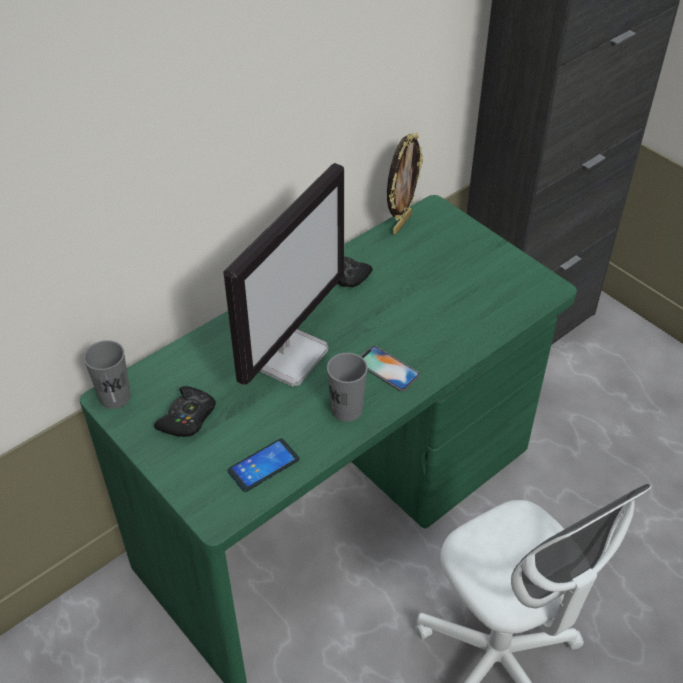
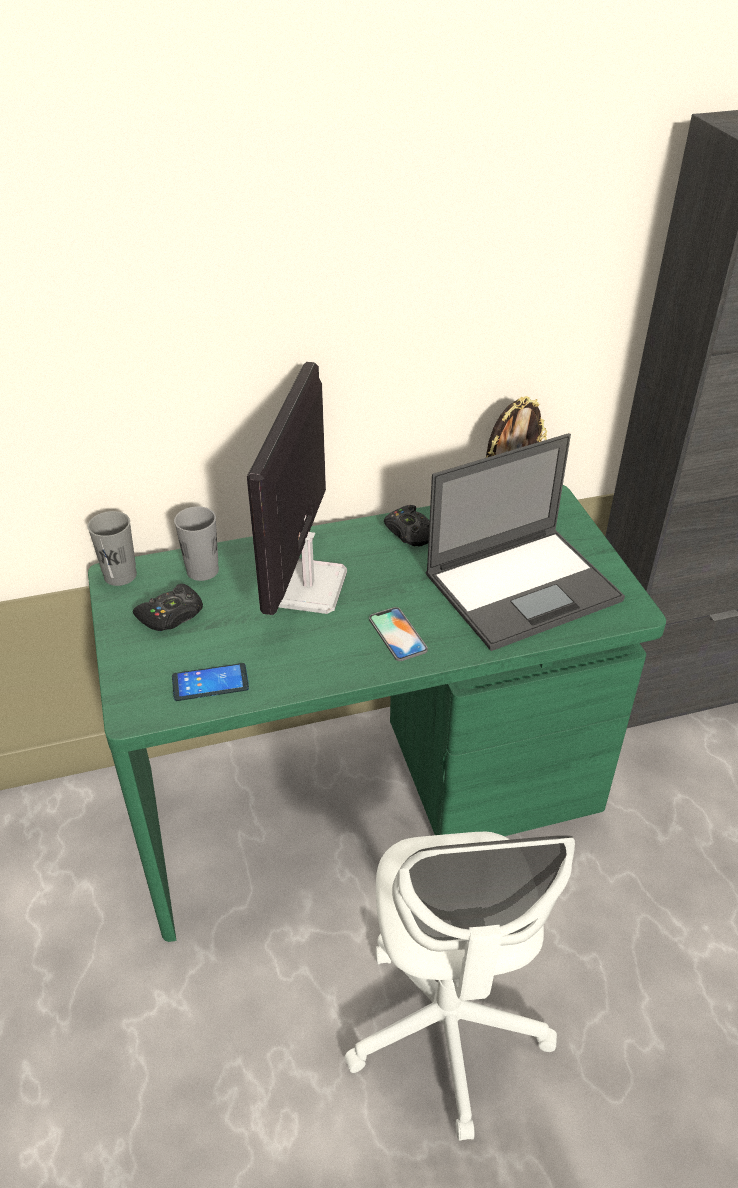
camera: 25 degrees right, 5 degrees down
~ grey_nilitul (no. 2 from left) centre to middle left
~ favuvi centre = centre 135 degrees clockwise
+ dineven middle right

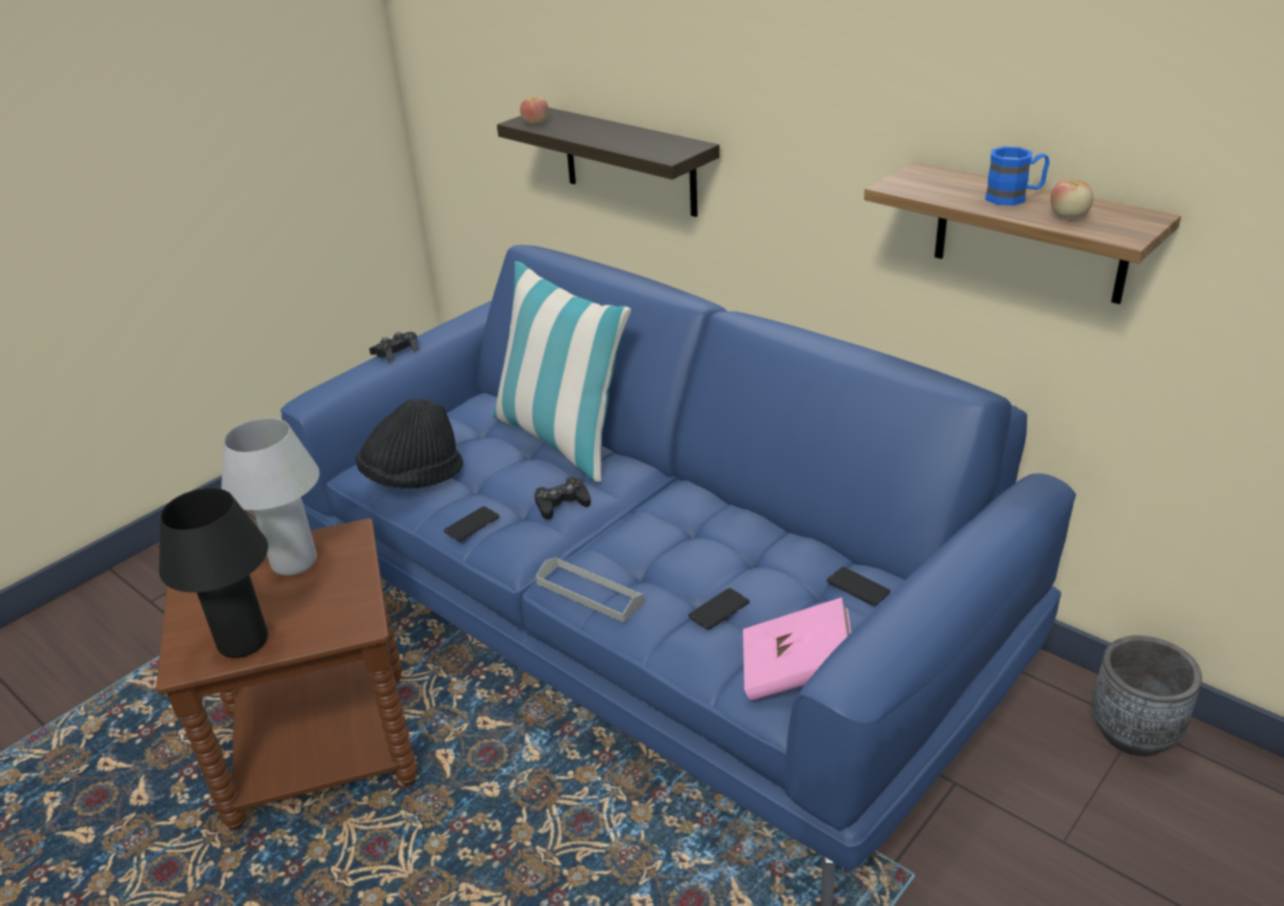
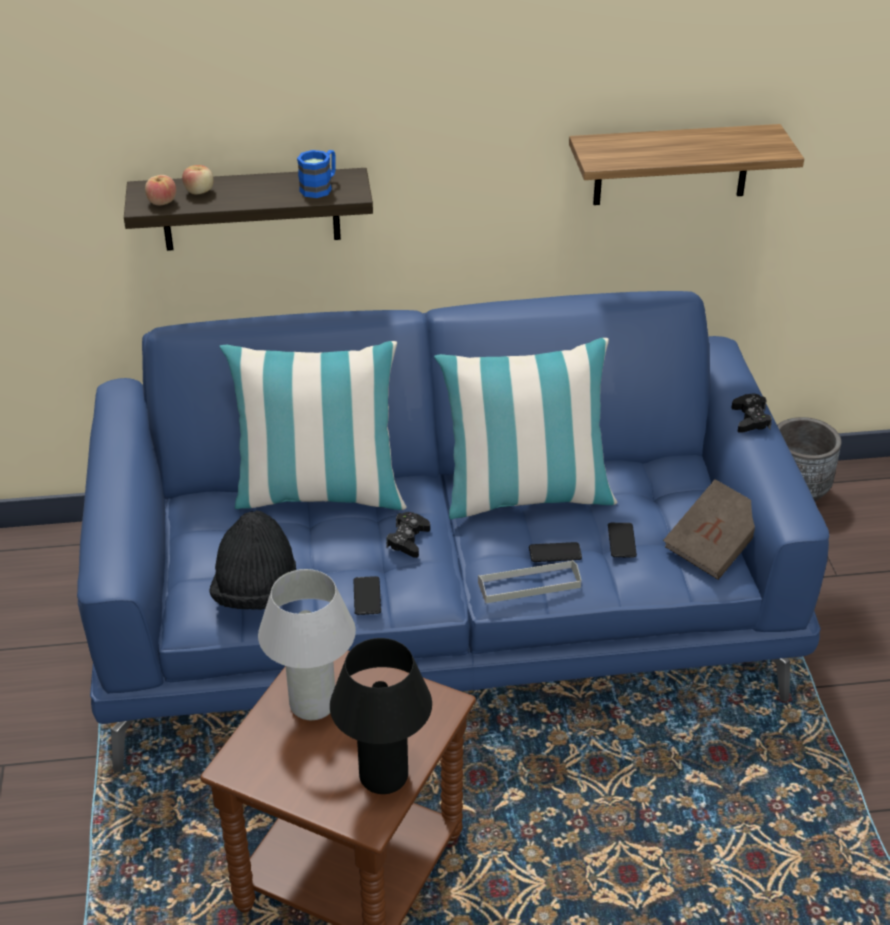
camera: 50 degrees left, 5 degrees up
~ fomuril (no. 2 from left) top right to top left
~ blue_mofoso top right to top centre
+ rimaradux (no. 2 from left) centre
~ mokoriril (no. 3 from left in the first image) middle right to mokoriril (no. 2 from left) centre
~ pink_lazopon bottom centre to brown_lazopon middle right
~ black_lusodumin (no. 1 from left in the first image) middle left to black_lusodumin (no. 2 from left) middle right

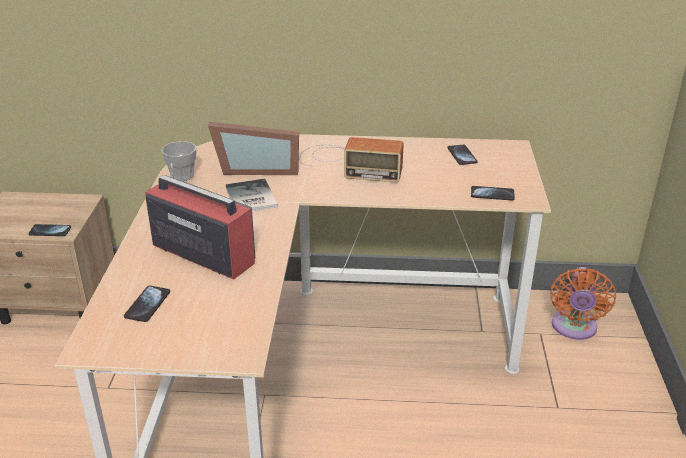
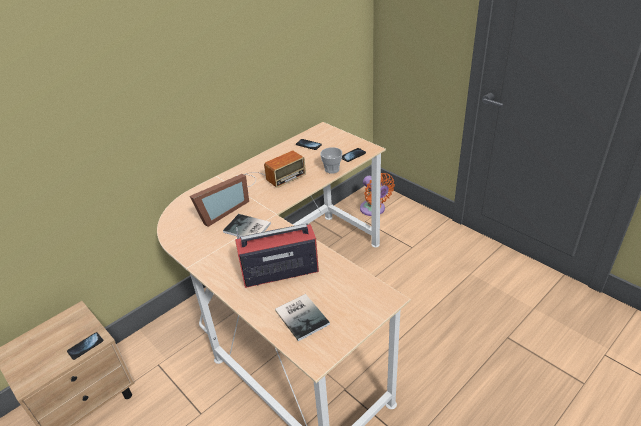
camera: 45 degrees left, 5 degrees up
~ mokoriril (no. 2 from left) middle left to lazopon (no. 2 from left) bottom centre
~ nilitul middle left to centre

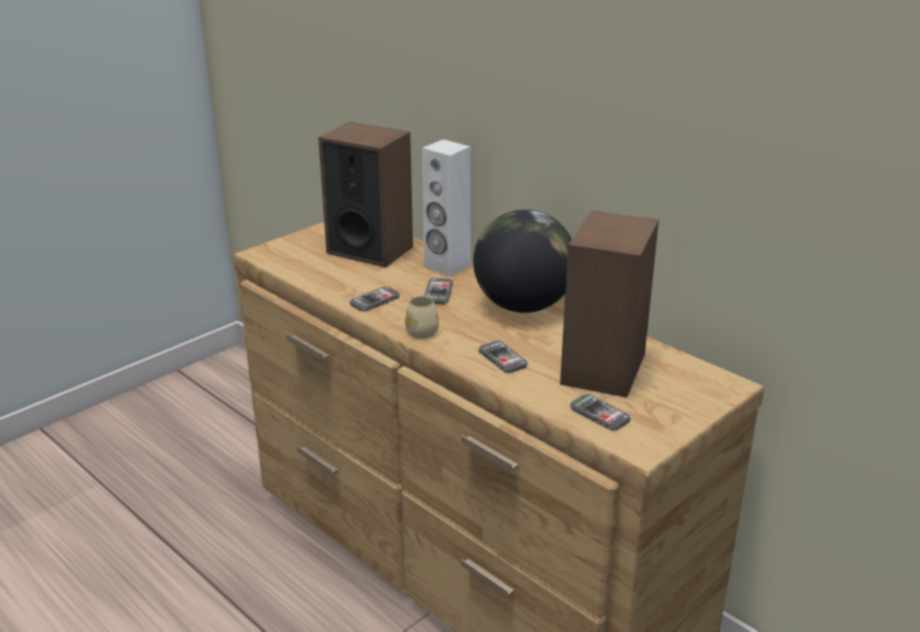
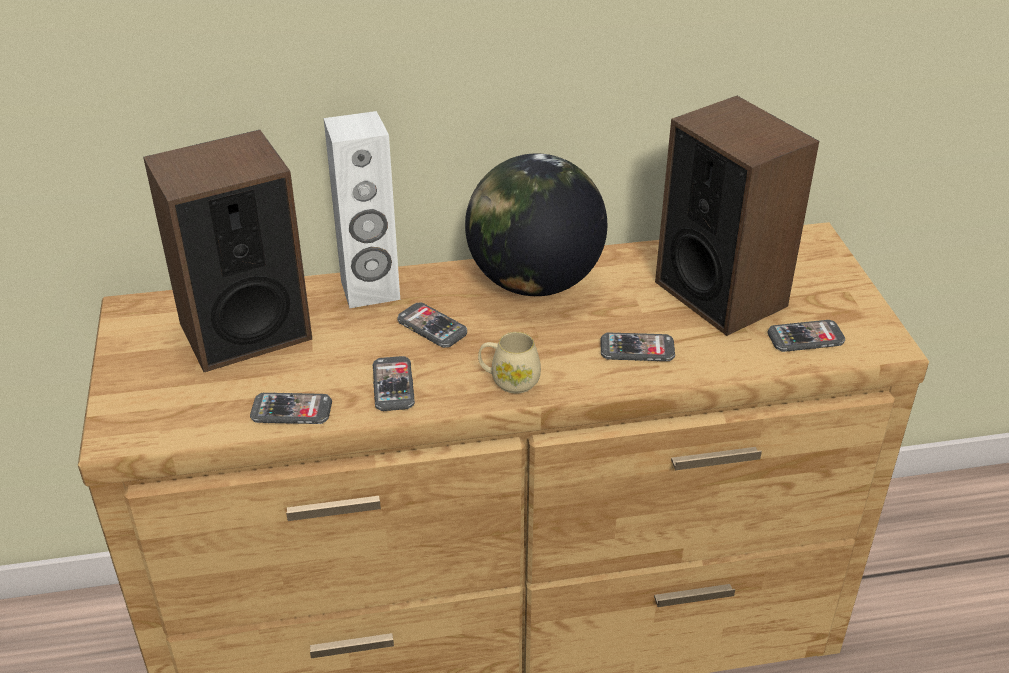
camera: 55 degrees left, 10 degrees up
+ mokoriril (no. 1 from left) middle left

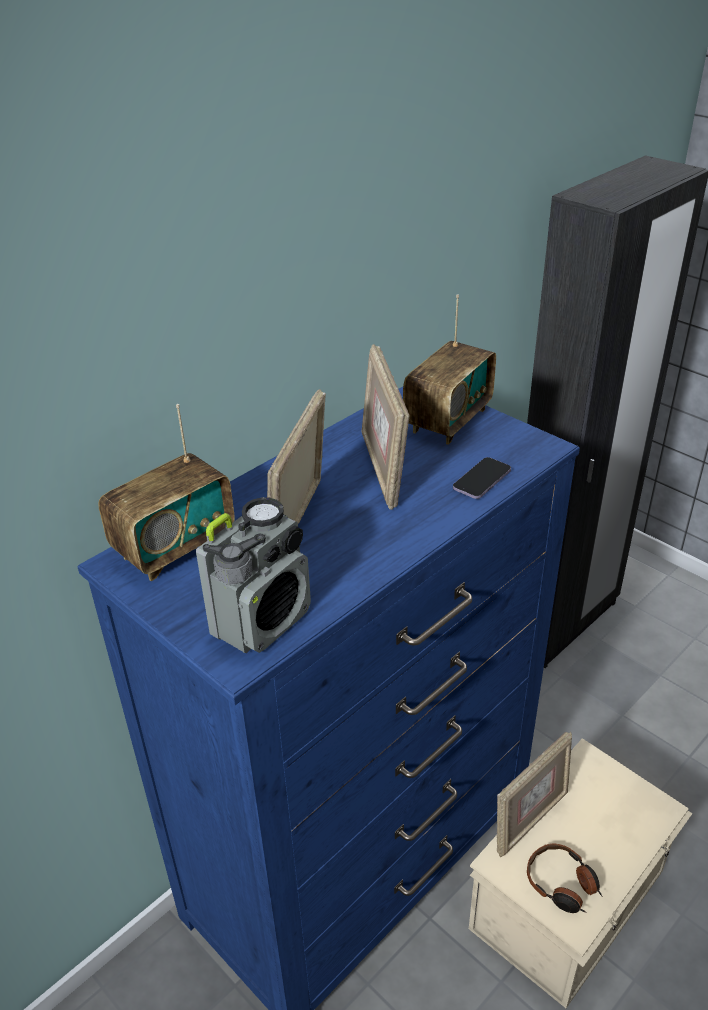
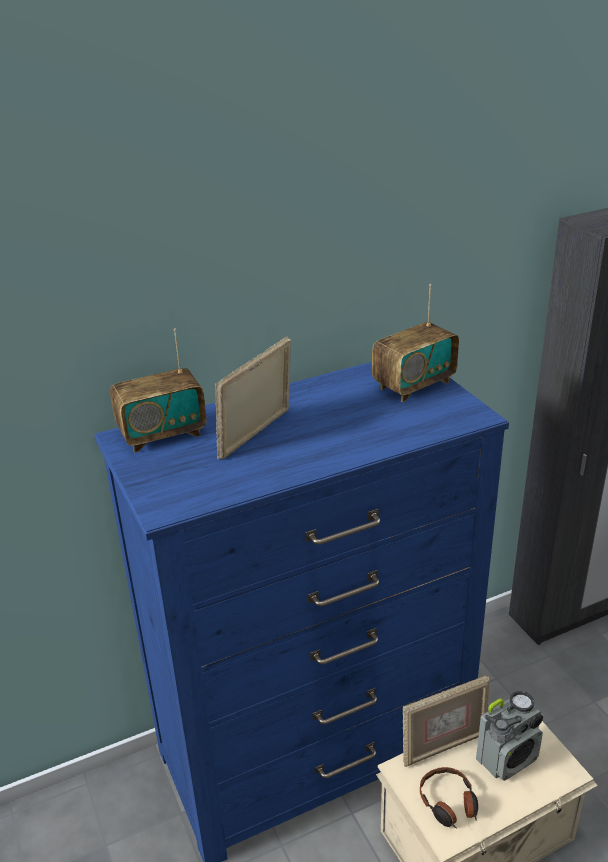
camera: 20 degrees right, 5 degrees down
~ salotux (no. 2 from left in the first image) centre to salotux (no. 3 from left) bottom right
- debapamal (no. 2 from left) centre
- mokoriril middle right

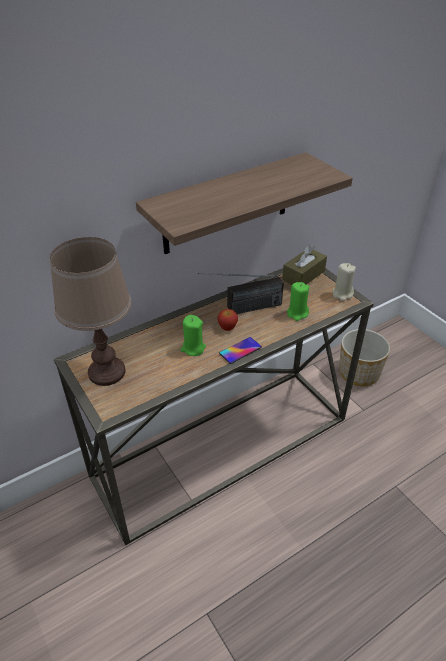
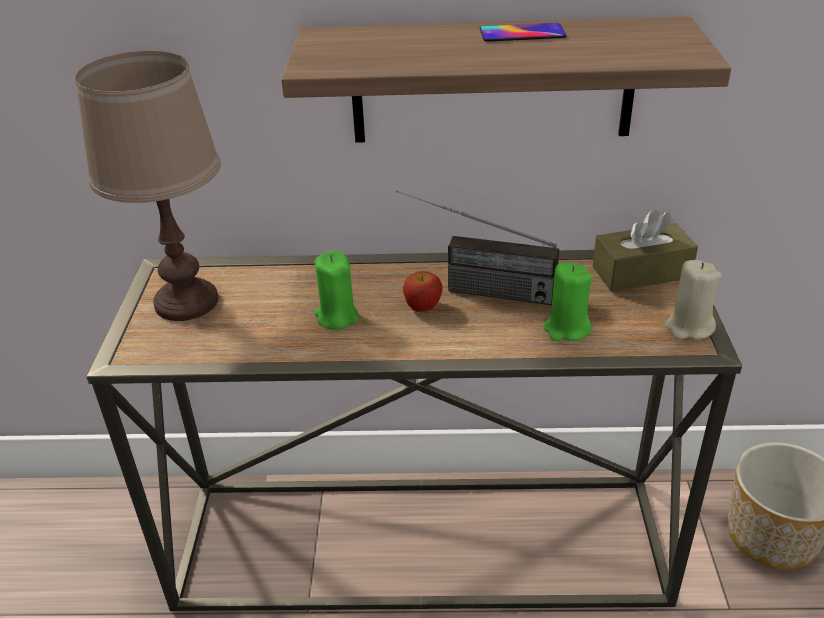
camera: 35 degrees right, 5 degrees down
~ mokoriril centre to top centre

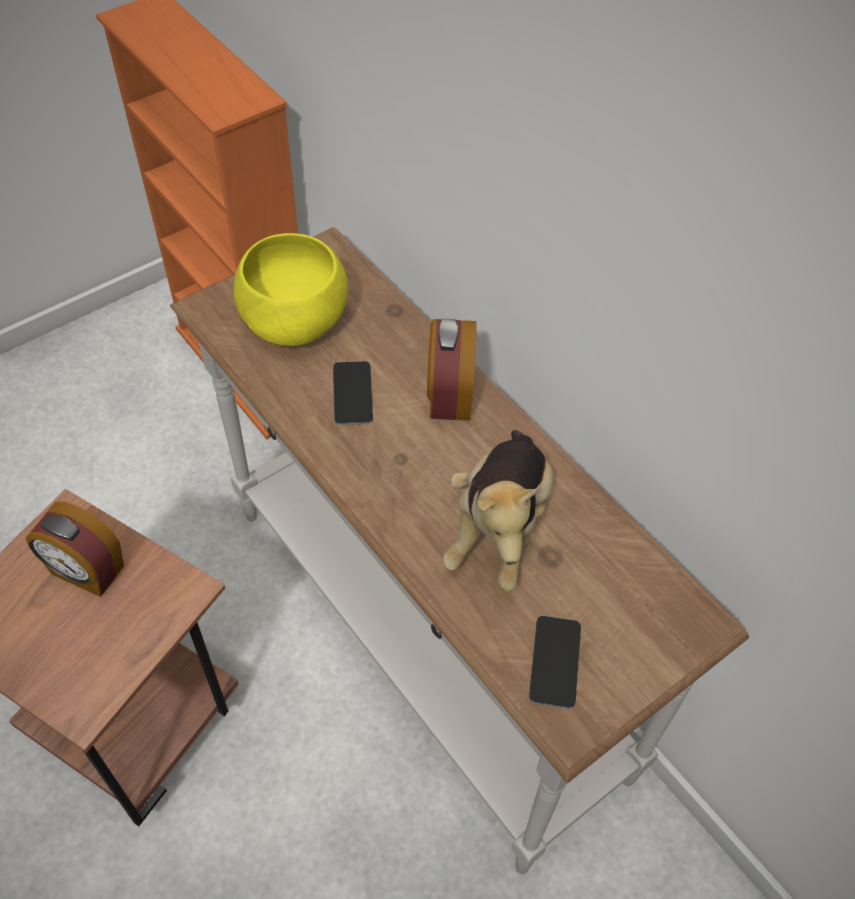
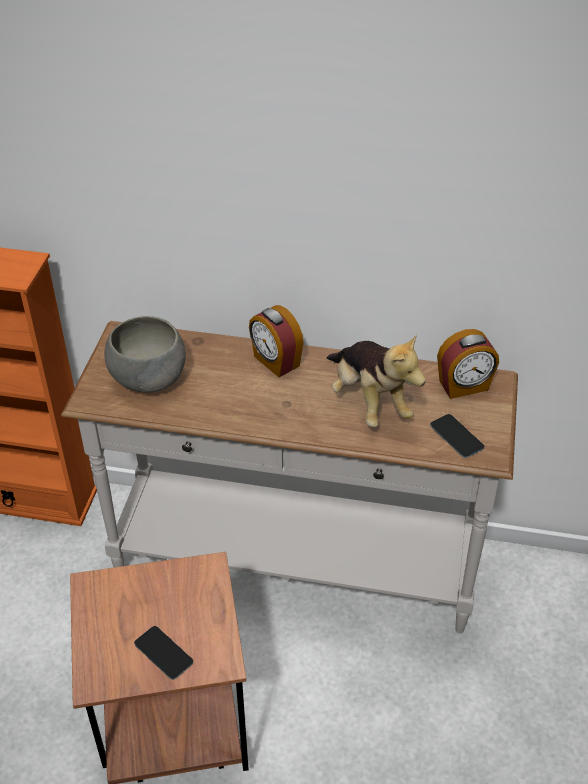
camera: 40 degrees left, 10 degrees down
~ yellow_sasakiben top centre to grey_sasakiben middle left
~ mokoriril (no. 1 from left) centre to bottom left
~ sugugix (no. 1 from left in the first image) middle left to sugugix (no. 2 from left) middle right

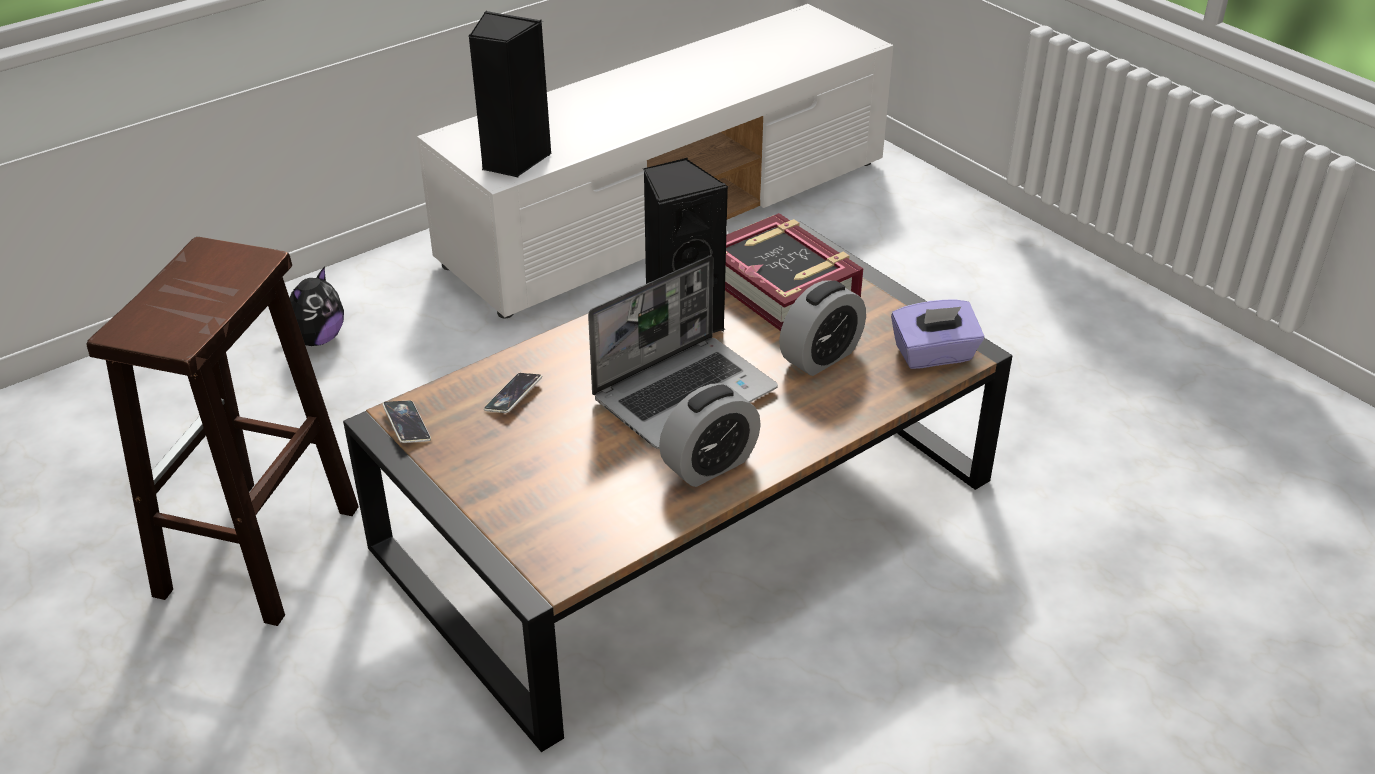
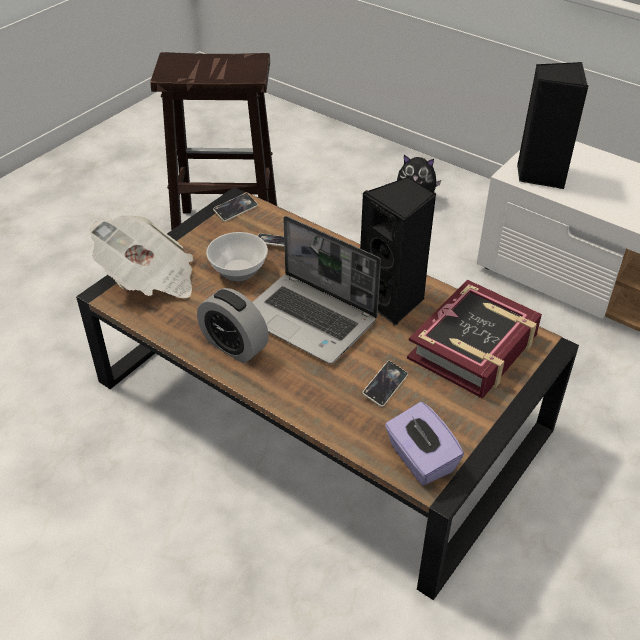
camera: 75 degrees right, 5 degrees up
+ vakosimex middle left
+ sasakiben centre
~ sugugix (no. 2 from left) centre to mokoriril (no. 3 from left) centre

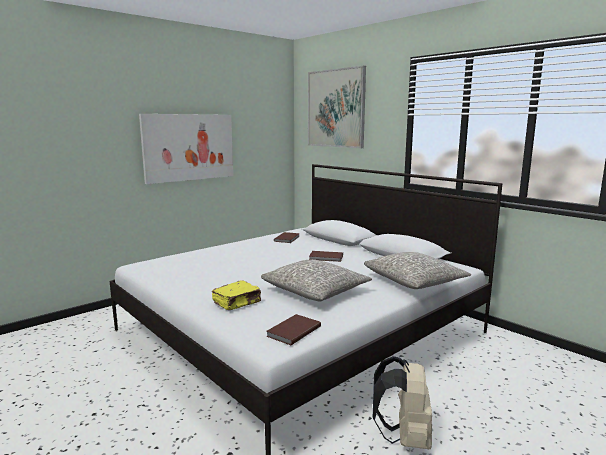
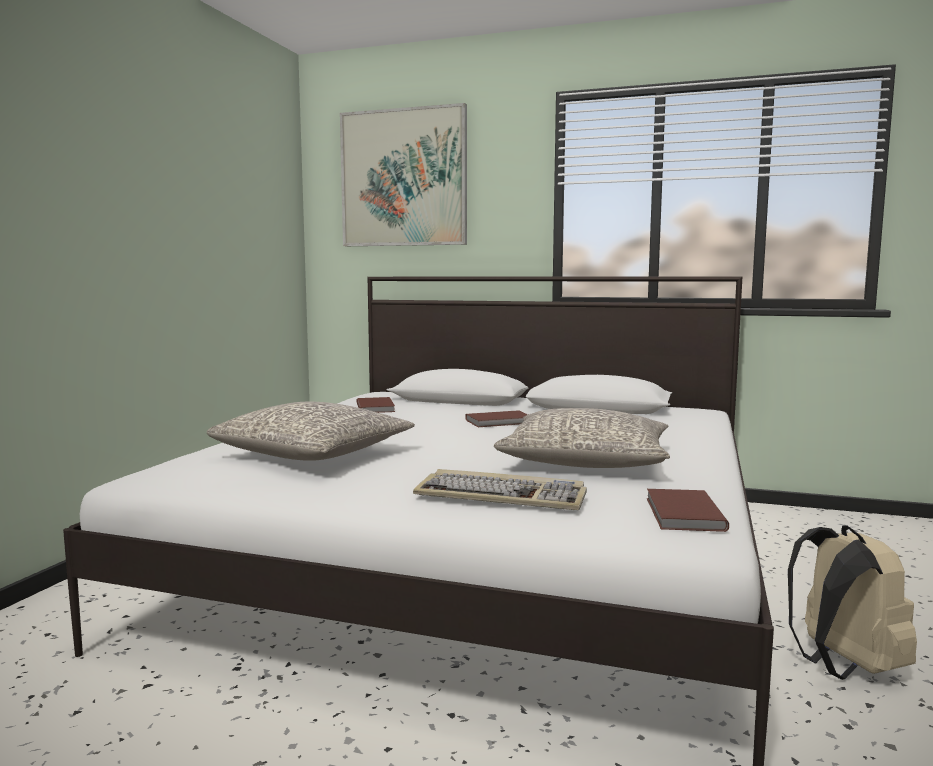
camera: 30 degrees left, 5 degrees down
~ grey_rimaradux (no. 2 from left in the first image) middle right to grey_rimaradux (no. 1 from left) centre
~ yellow_lazopon centre to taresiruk centre
- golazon (no. 1 from left) top left

